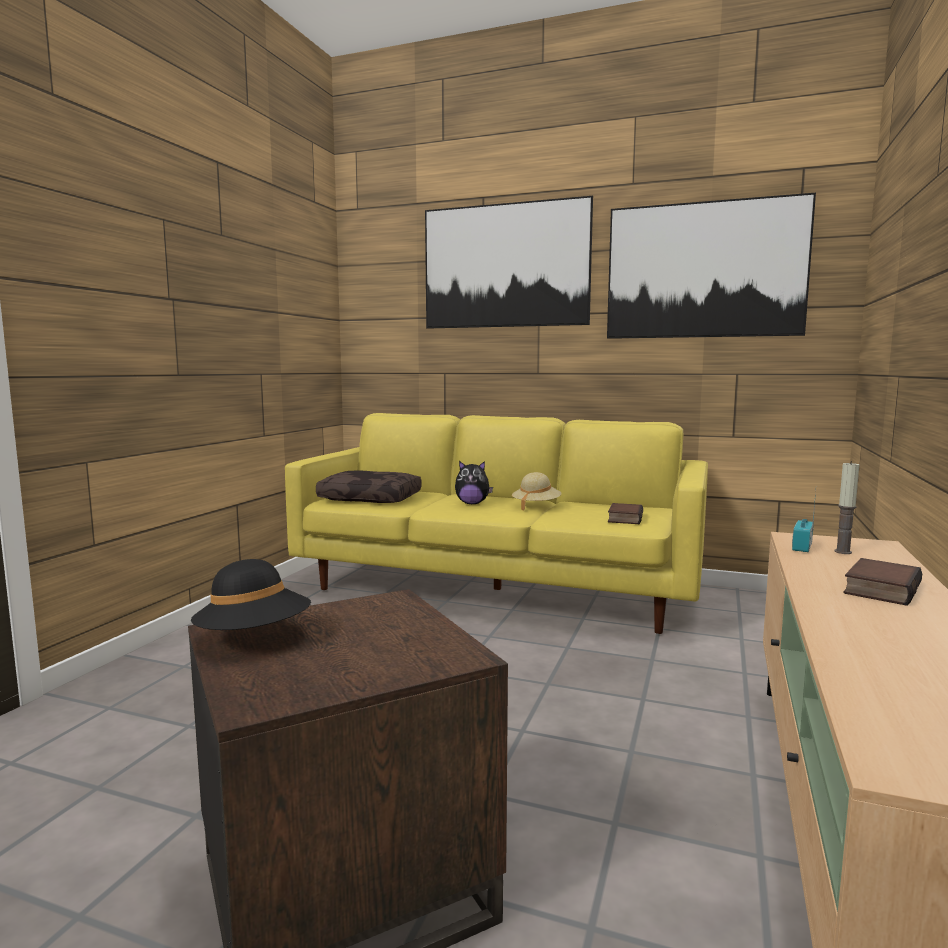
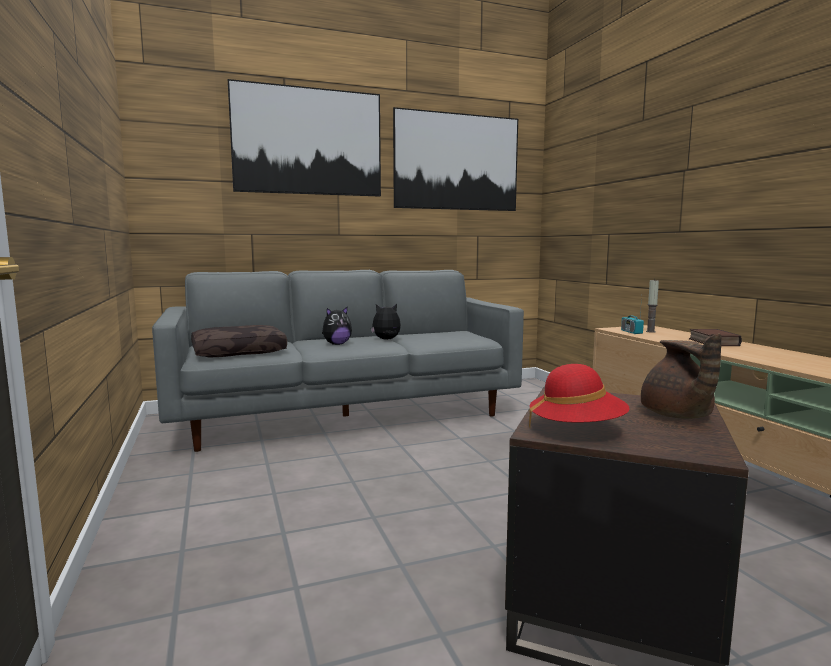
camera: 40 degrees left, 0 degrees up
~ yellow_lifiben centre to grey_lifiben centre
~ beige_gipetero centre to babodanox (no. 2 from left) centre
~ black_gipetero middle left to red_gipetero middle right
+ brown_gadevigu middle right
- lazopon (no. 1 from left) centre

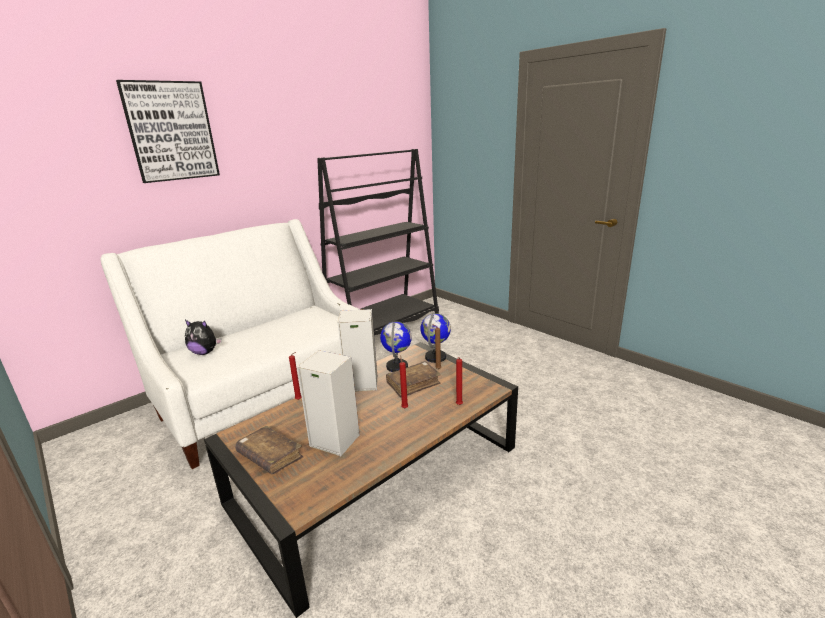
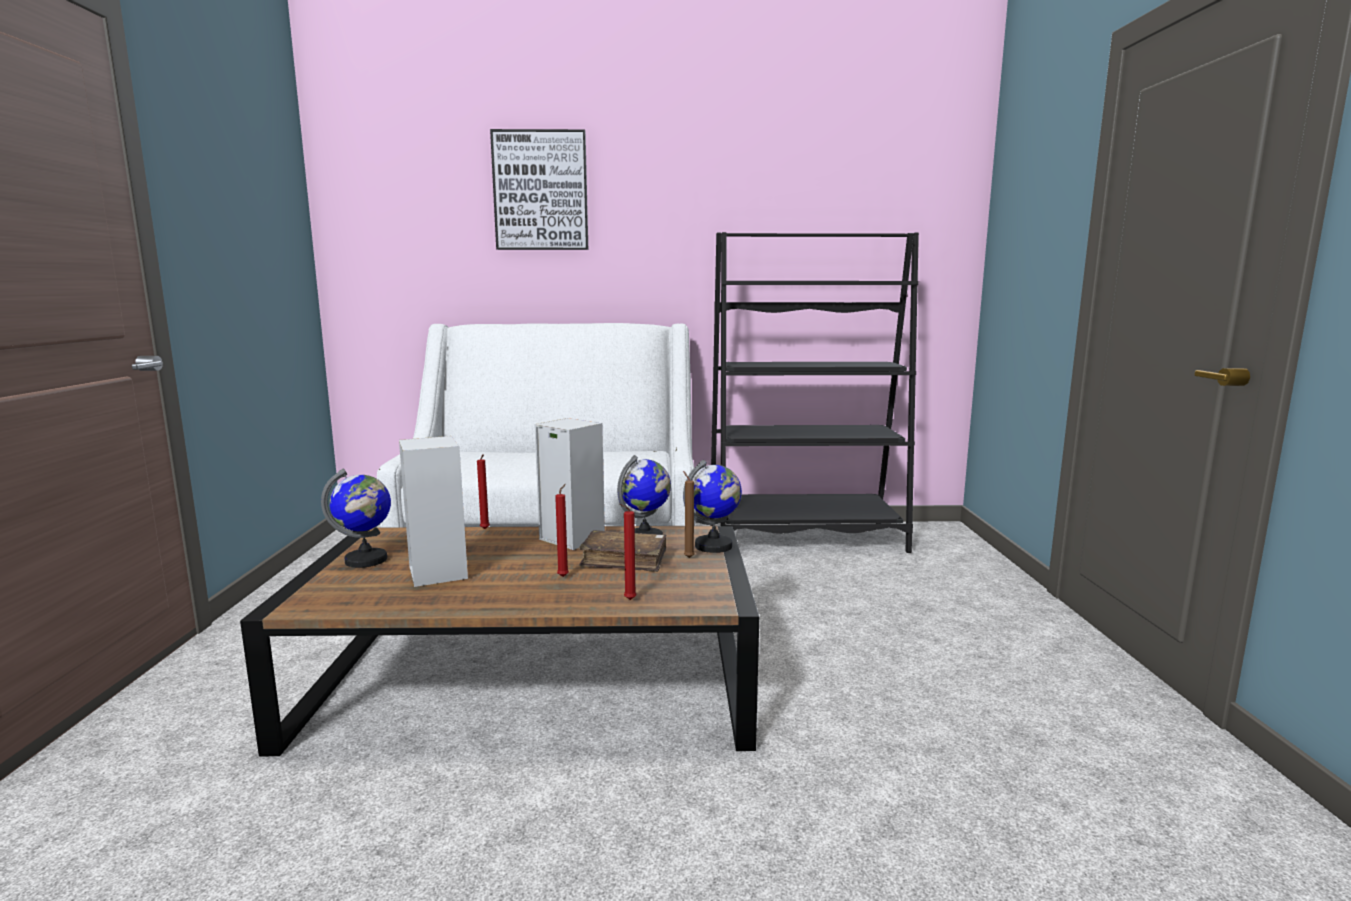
camera: 40 degrees right, 10 degrees down
~ brown_lazopon (no. 1 from left) bottom left to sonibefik (no. 1 from left) middle left
- babodanox middle left

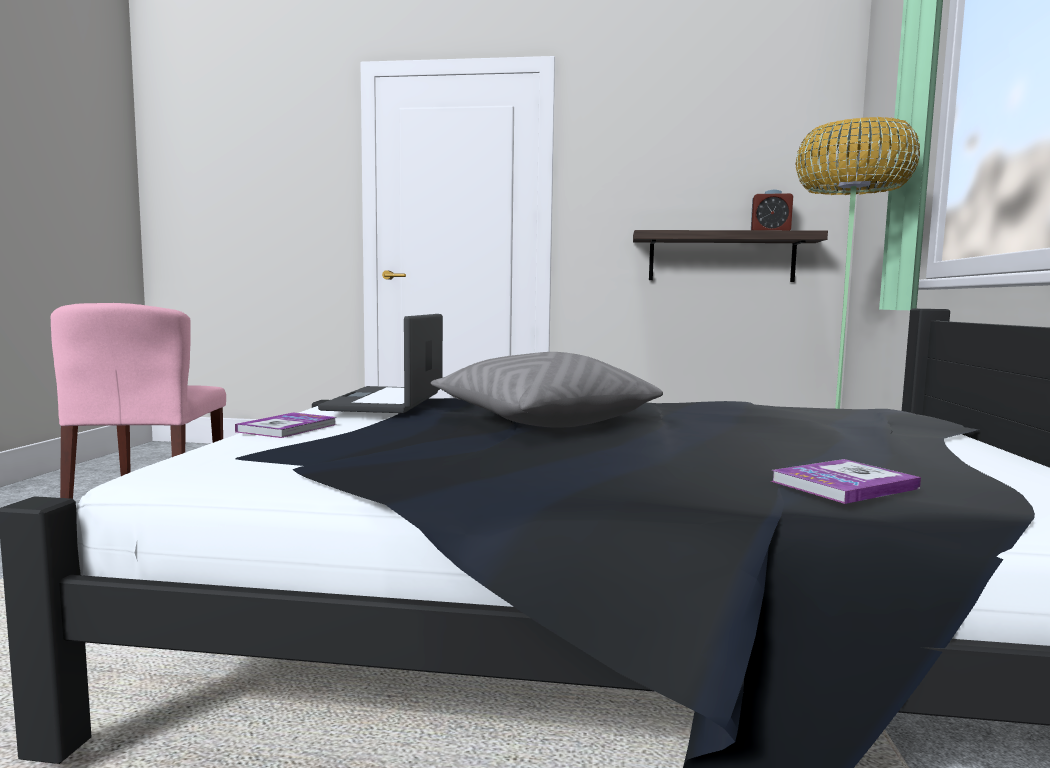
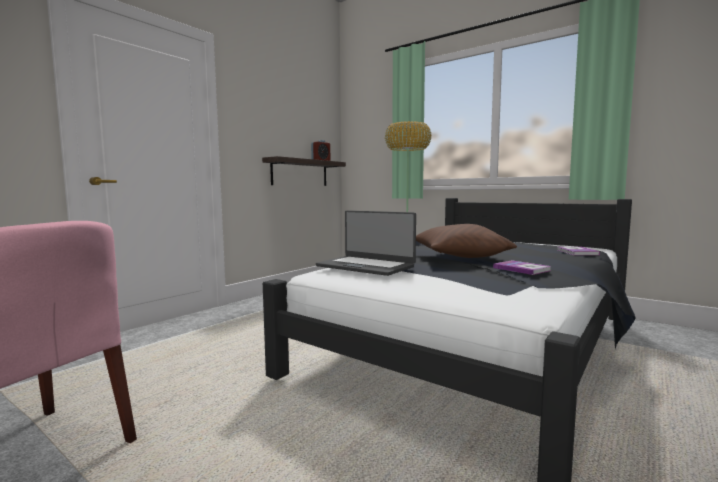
camera: 60 degrees left, 0 degrees up
~ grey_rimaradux centre to brown_rimaradux centre
~ lazopon (no. 1 from left) middle left to middle right

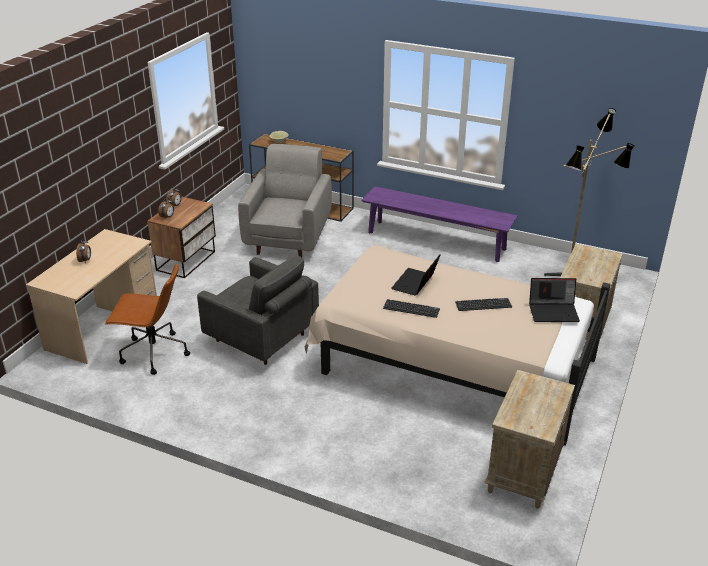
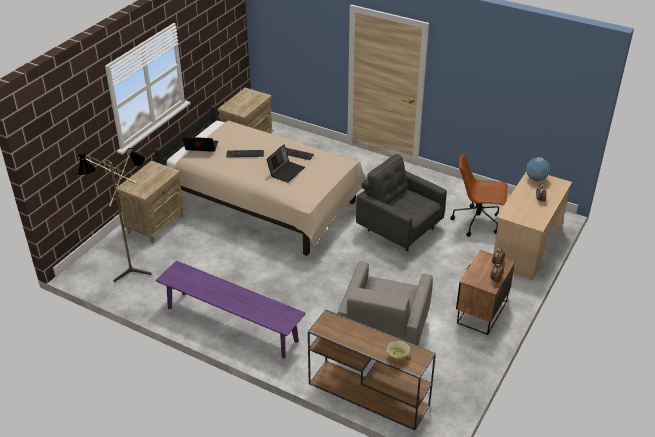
camera: 175 degrees left, 5 degrees up
+ sonibefik middle right

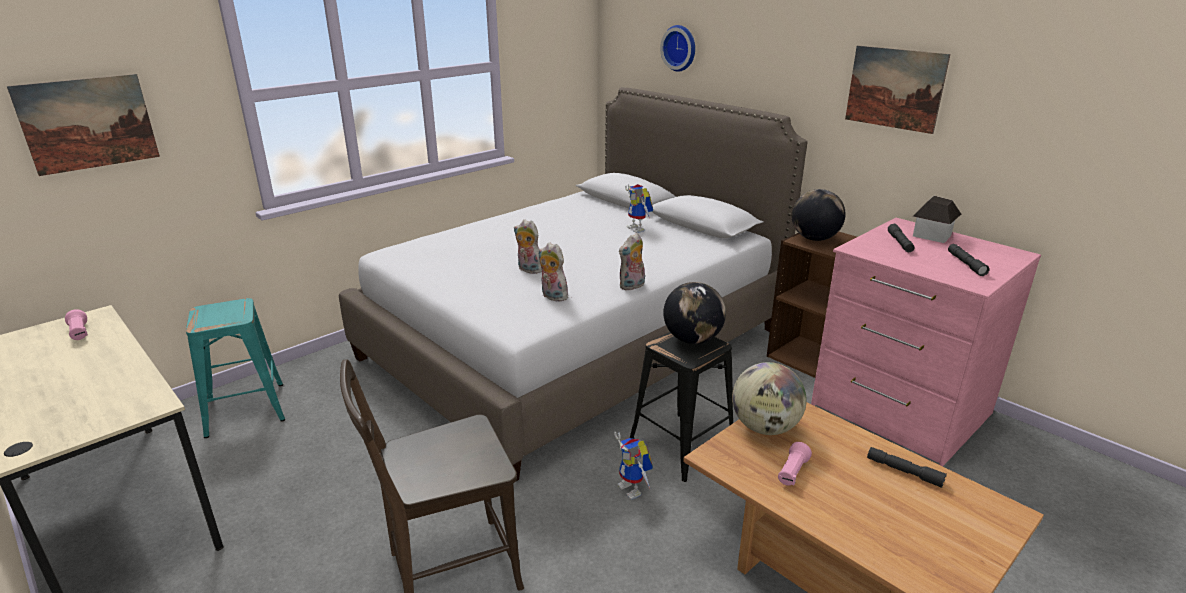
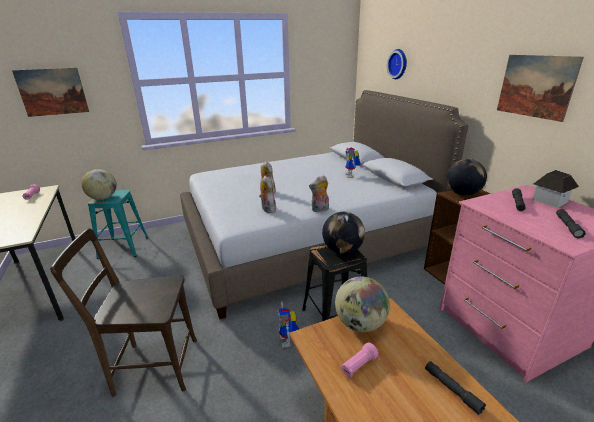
camera: 20 degrees right, 0 degrees up
+ sonibefik (no. 1 from left) middle left

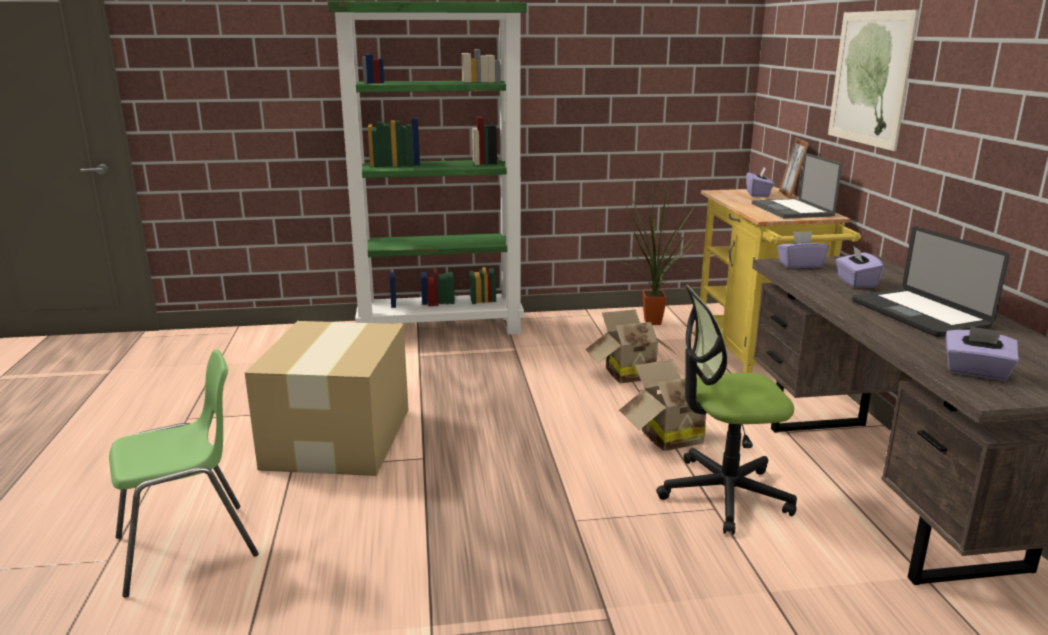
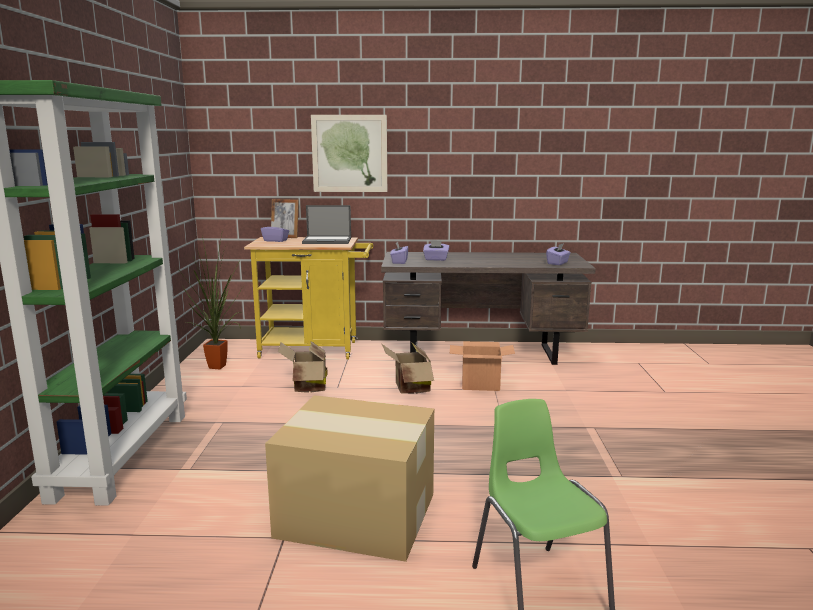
camera: 80 degrees left, 5 degrees down
~ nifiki middle right to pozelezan (no. 4 from left) centre
- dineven (no. 2 from left) middle right

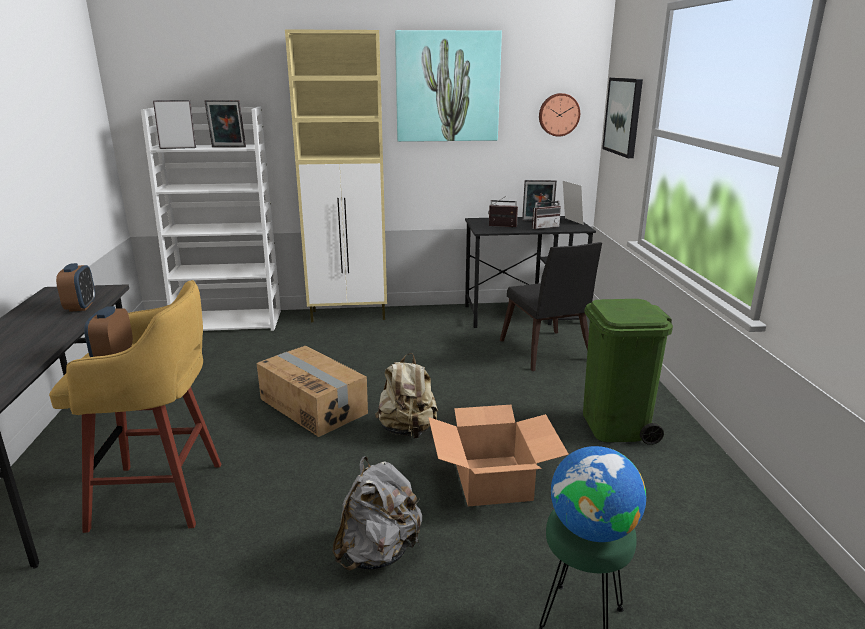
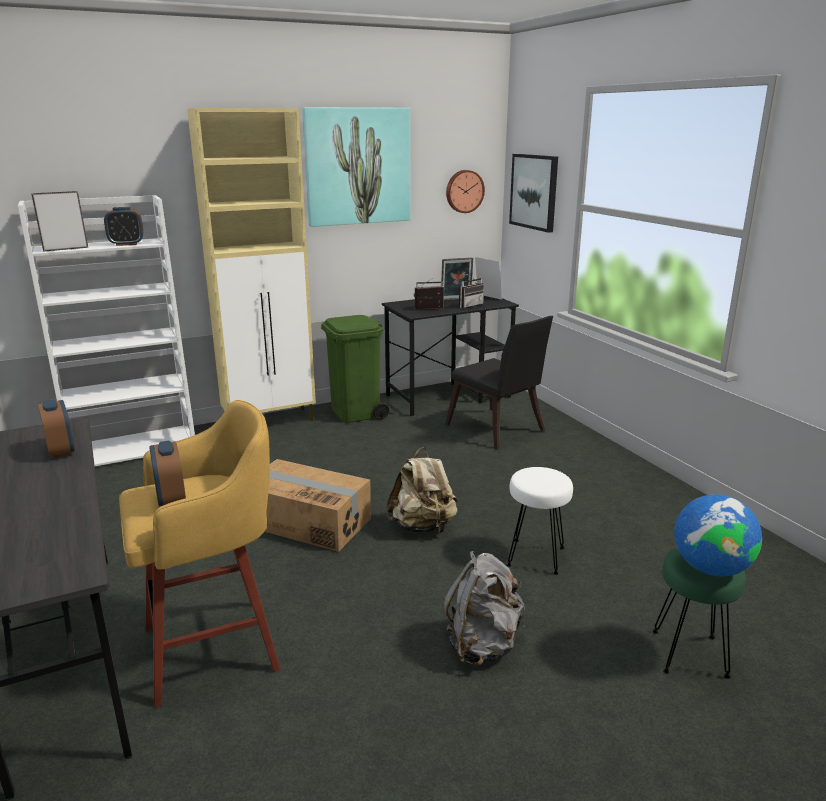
camera: 20 degrees left, 0 degrees up
~ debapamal (no. 2 from left) top left to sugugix (no. 2 from left) top left
~ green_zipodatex middle right to centre
~ pozelezan (no. 2 from left) bottom centre to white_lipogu centre

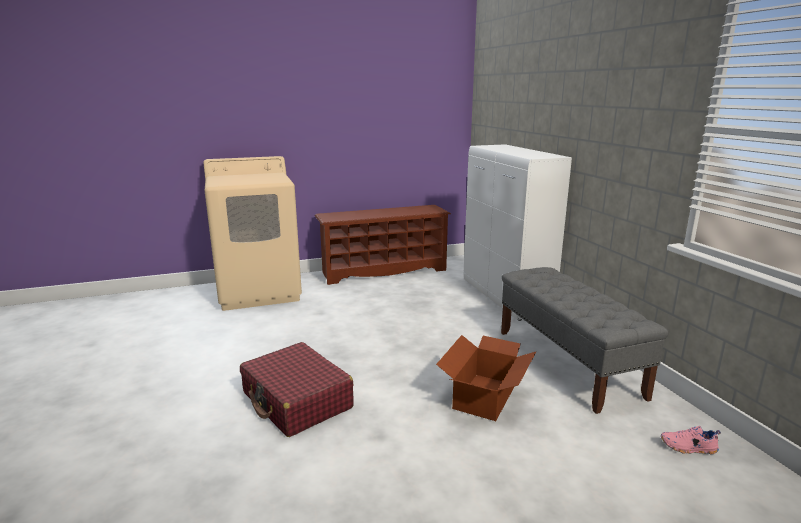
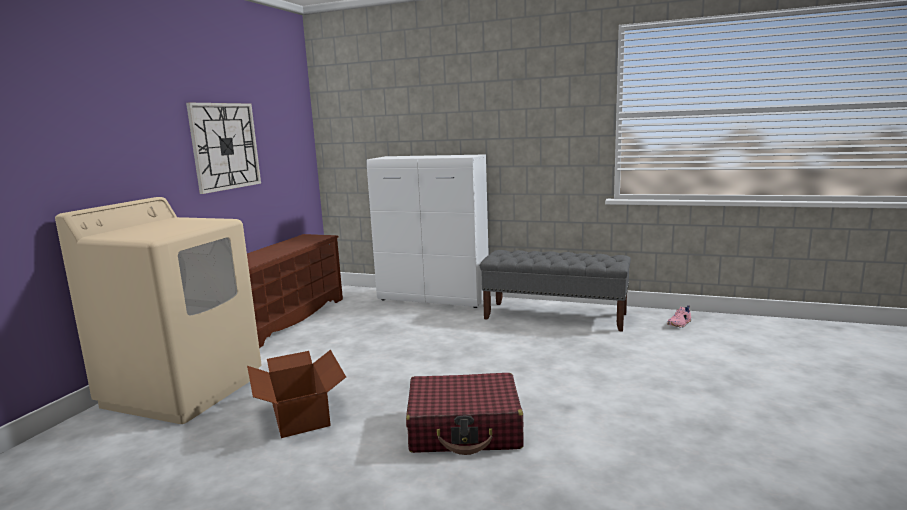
camera: 50 degrees left, 5 degrees down
+ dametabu top left
~ pozelezan bottom centre to bottom left

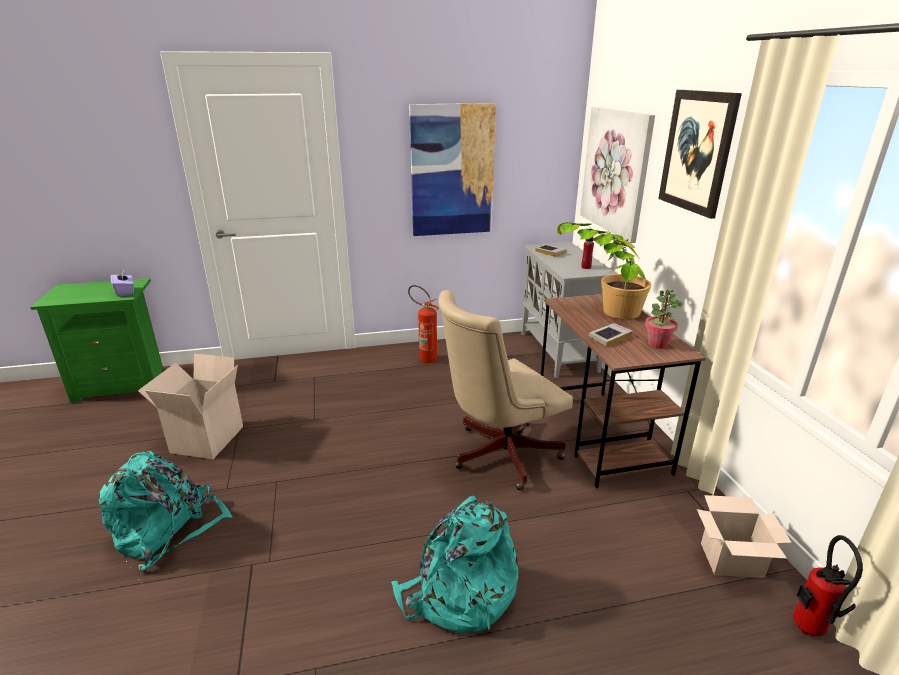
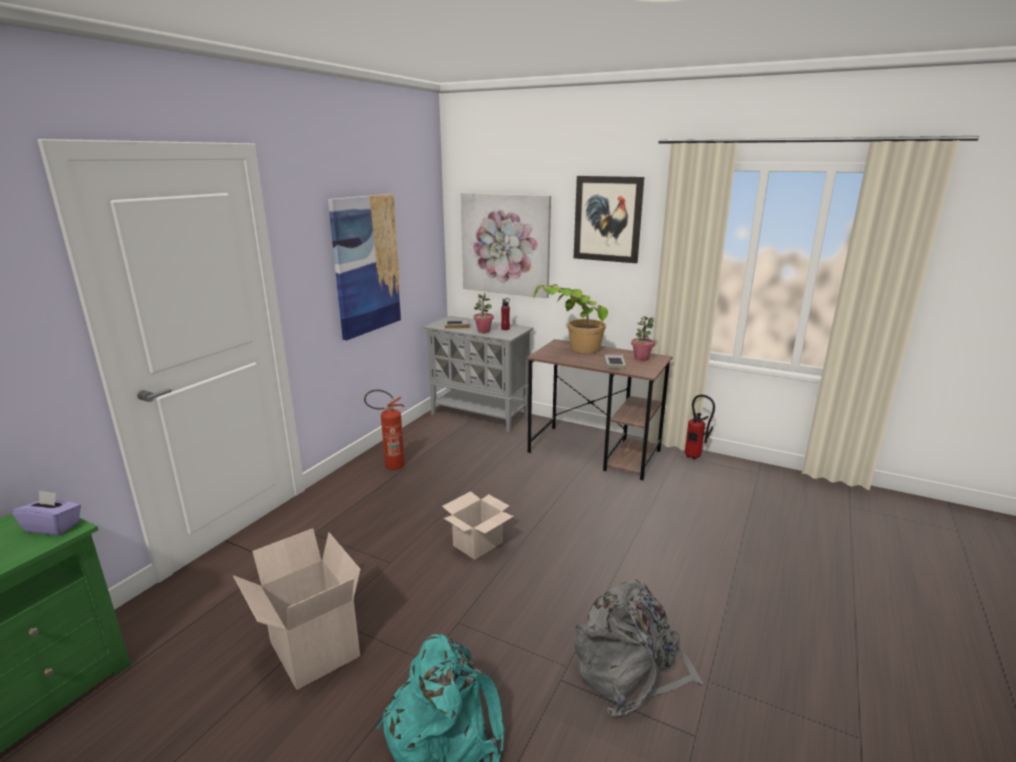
camera: 50 degrees left, 5 degrees down
~ pozelezan (no. 2 from left) bottom right to bottom centre
+ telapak (no. 1 from left) centre
+ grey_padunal bottom centre
~ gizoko (no. 2 from left) bottom right to middle right
- turquoise_padunal (no. 2 from left) bottom centre
- beige_nifiki centre

